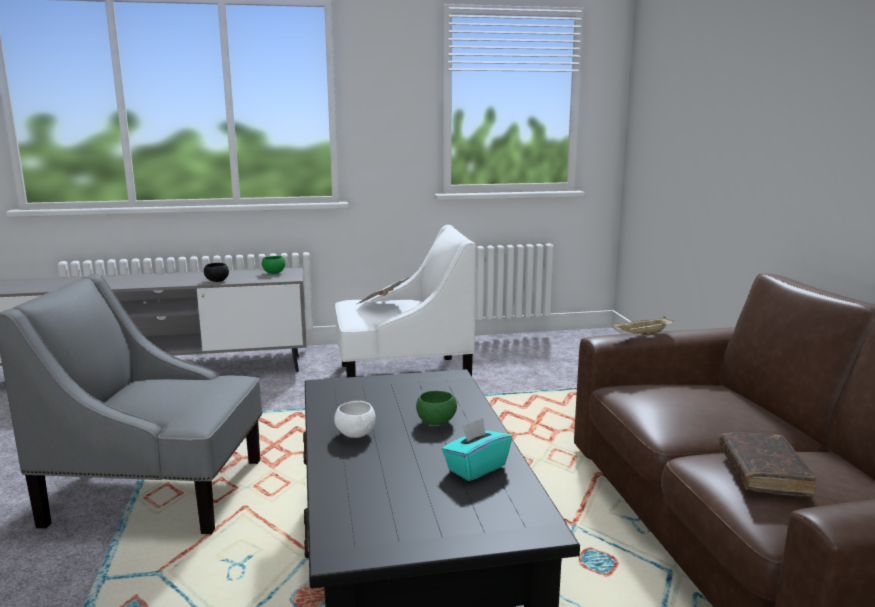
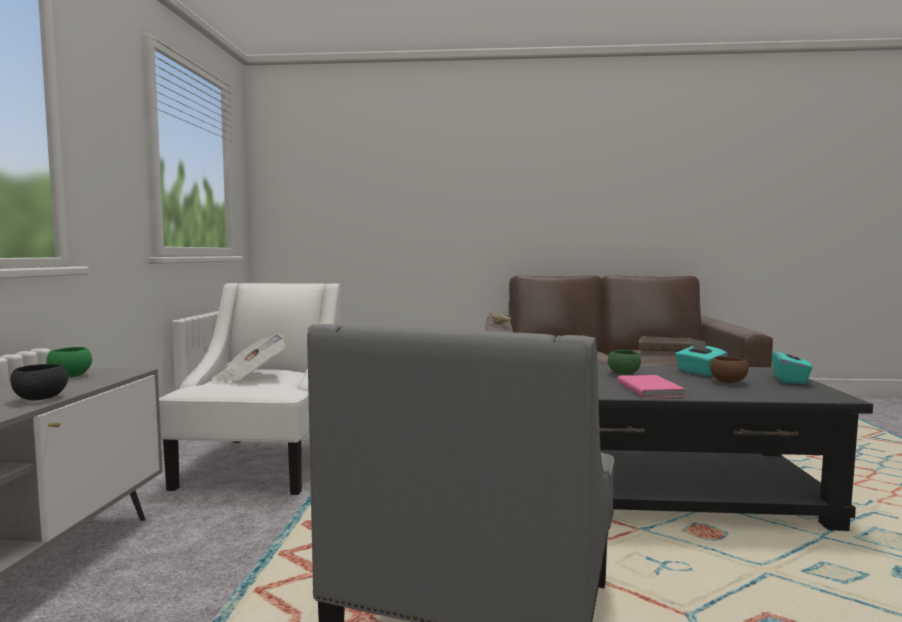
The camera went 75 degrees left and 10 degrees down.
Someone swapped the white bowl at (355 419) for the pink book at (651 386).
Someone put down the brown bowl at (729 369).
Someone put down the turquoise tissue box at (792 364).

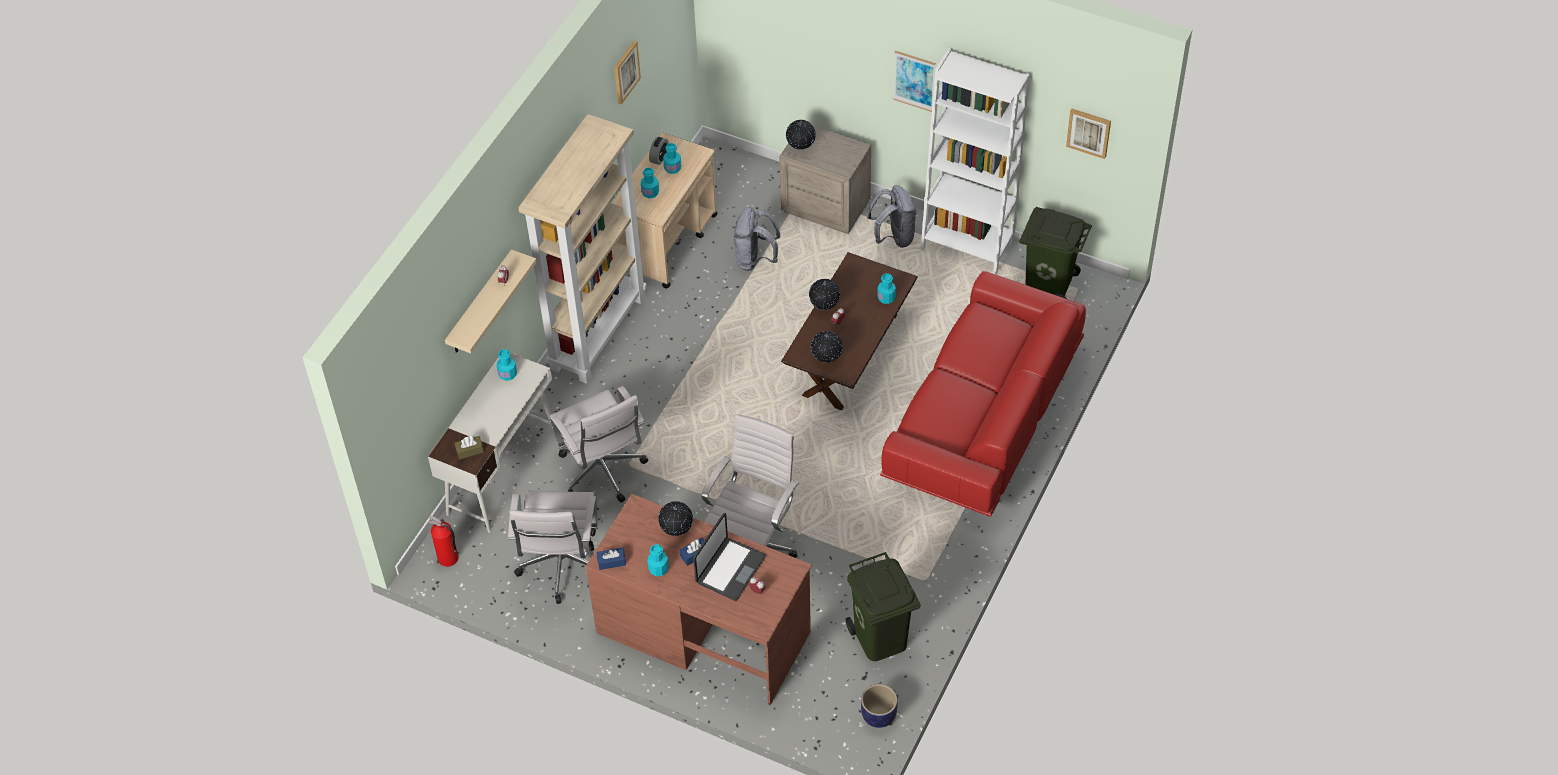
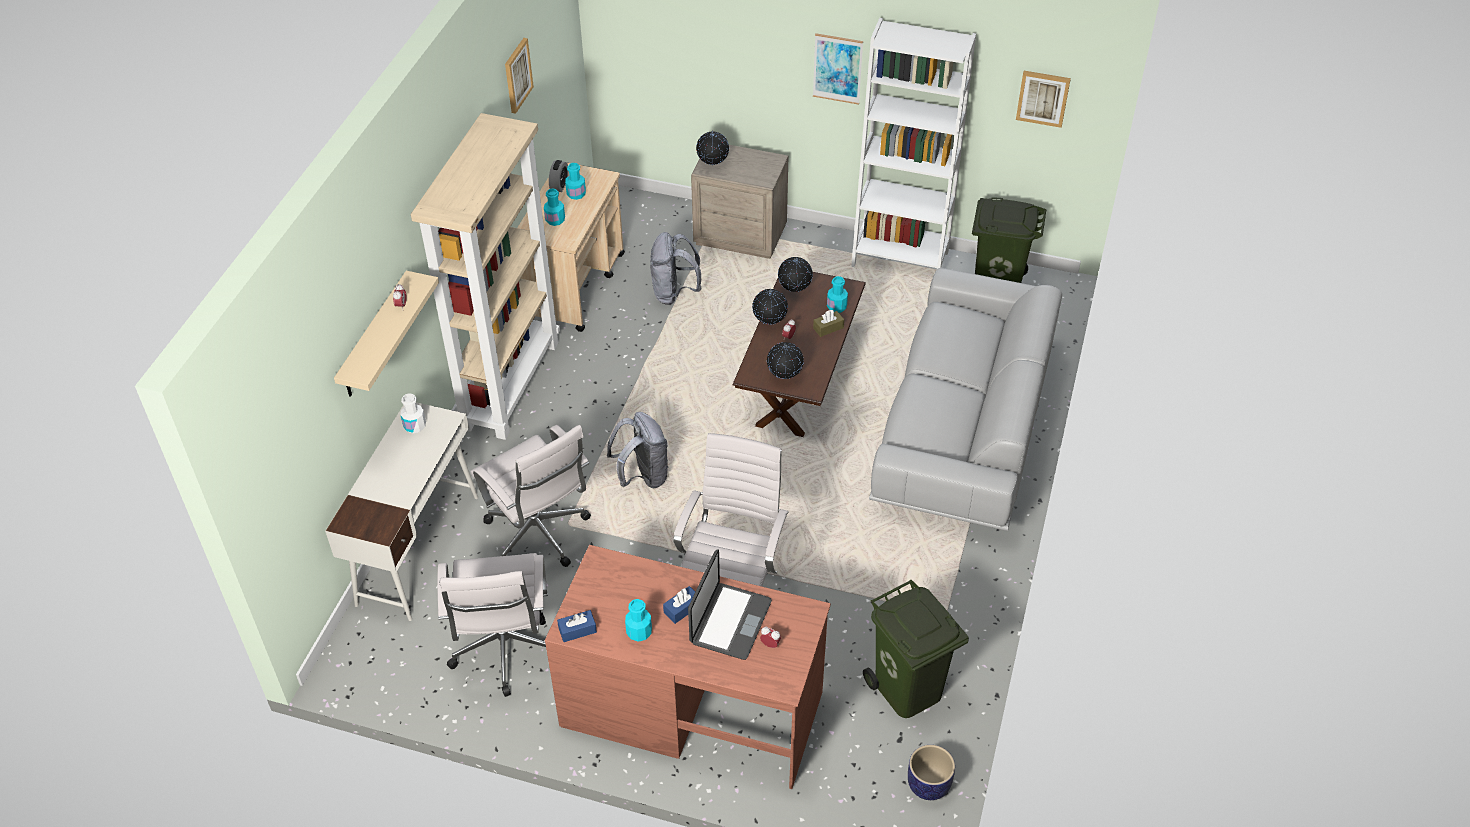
The camera went 10 degrees left and 5 degrees down.
Someone took away the fire extinguisher at (443 541).
Someone carried the brown tissue box from (469 447) to (828 323).
Someone repainted the turquoise bottle at (506 365), which became the white bottle at (413 413).
Someone carried the globe from (675 518) to (795 274).
Someone carried the grey backpack from (891 216) to (638 450).
Someone repainted the red sofa at (983 394), which became the grey sofa at (965 399).

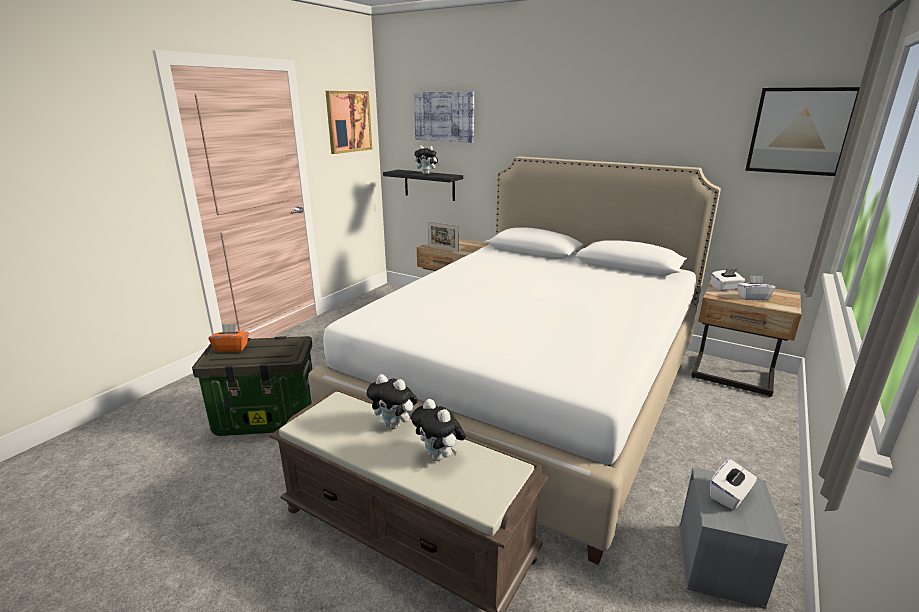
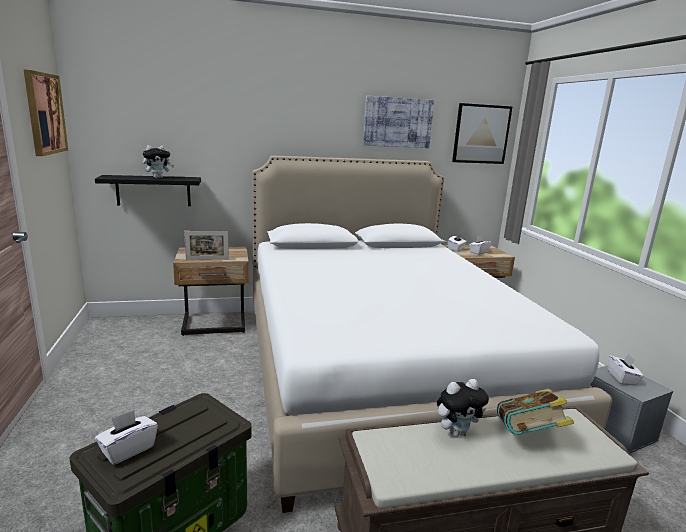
The camera went 45 degrees left and 5 degrees down.
Someone repainted the orange tissue box at (229 338), which became the white tissue box at (126 437).
Someone swapped the plush toy at (438 430) for the book at (535 412).
Someone carried the picture from (444 117) to (398 122).

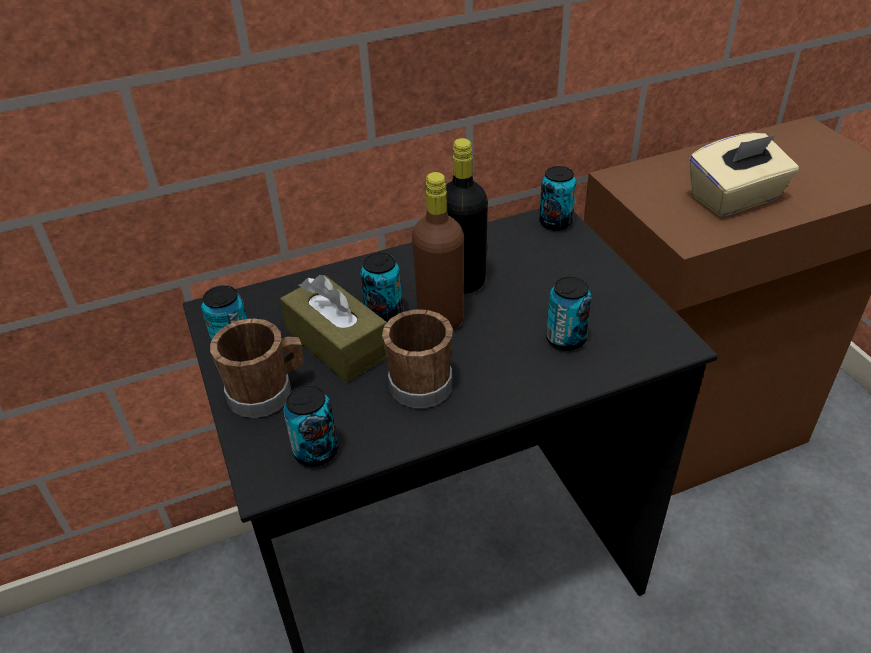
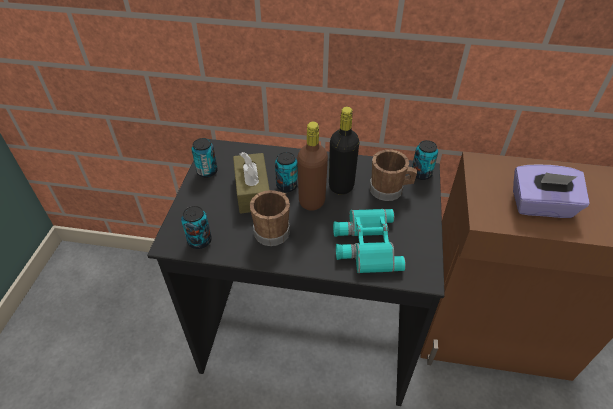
The camera went 30 degrees right and 5 degrees up.
Someone carried the brown mug from (257 368) to (393 175).
Someone swapped the can at (569 314) for the turquoise binoculars at (369 241).
Someone repainted the beige tissue box at (744 175), which became the purple tissue box at (551 191).

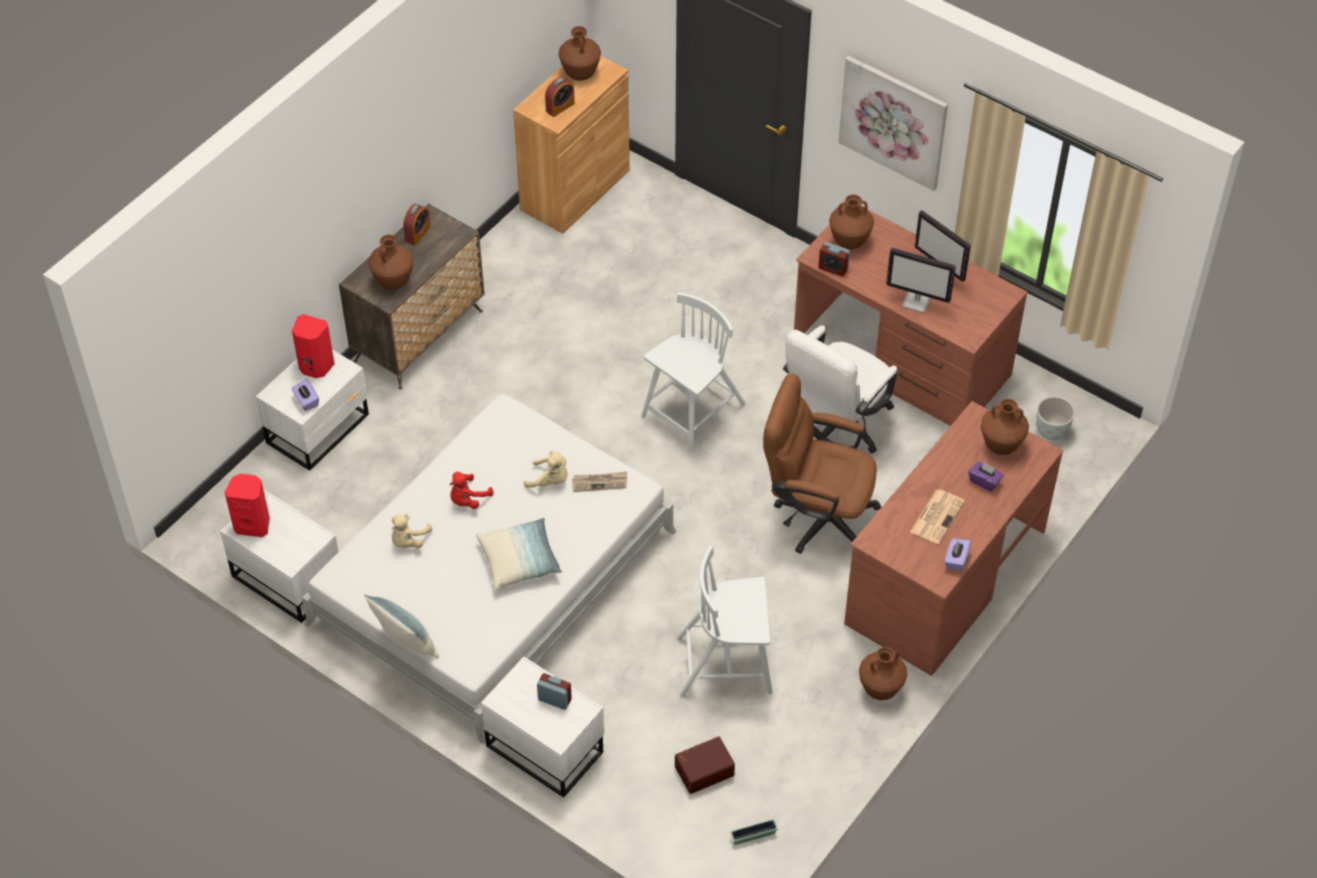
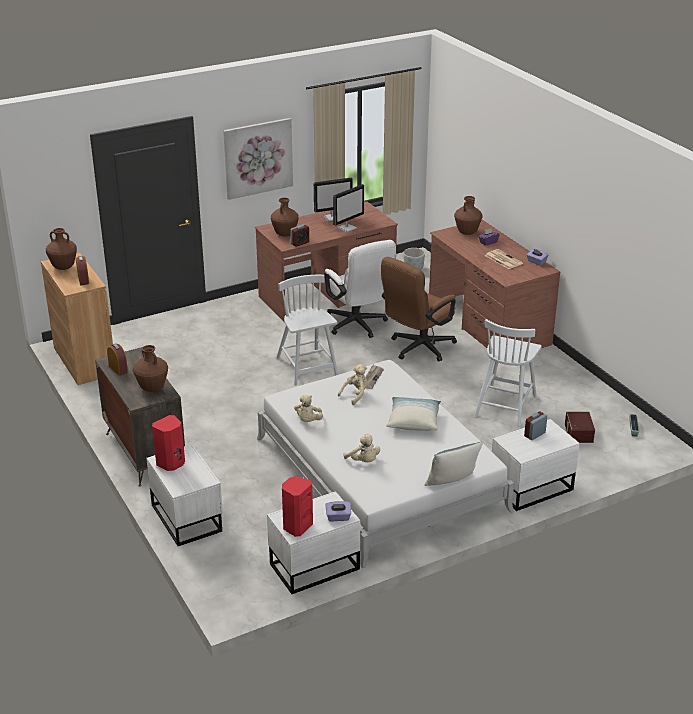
The camera went 65 degrees left and 20 degrees down.
Someone carried the purple tissue box from (305 395) to (338 511).
Someone took away the red plush toy at (471 490).
Someone took away the brown vase at (883 673).
Someone put down the beige plush toy at (308 408).

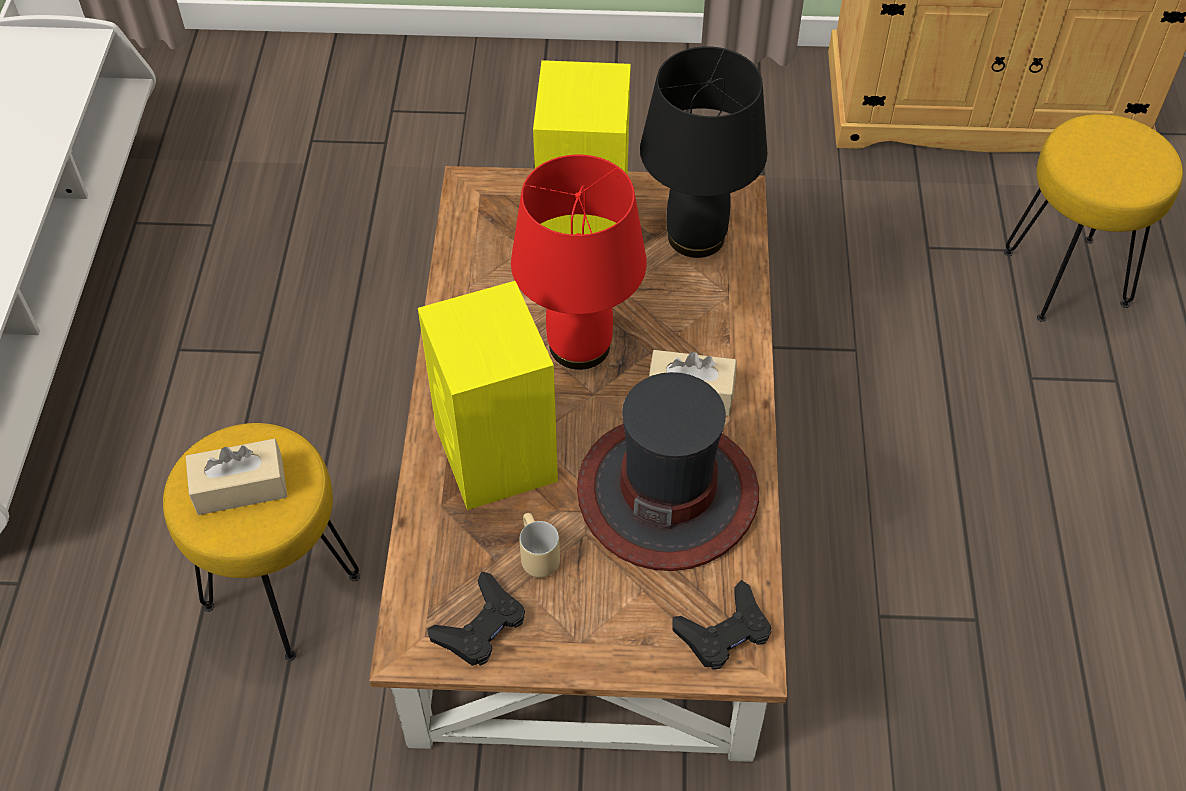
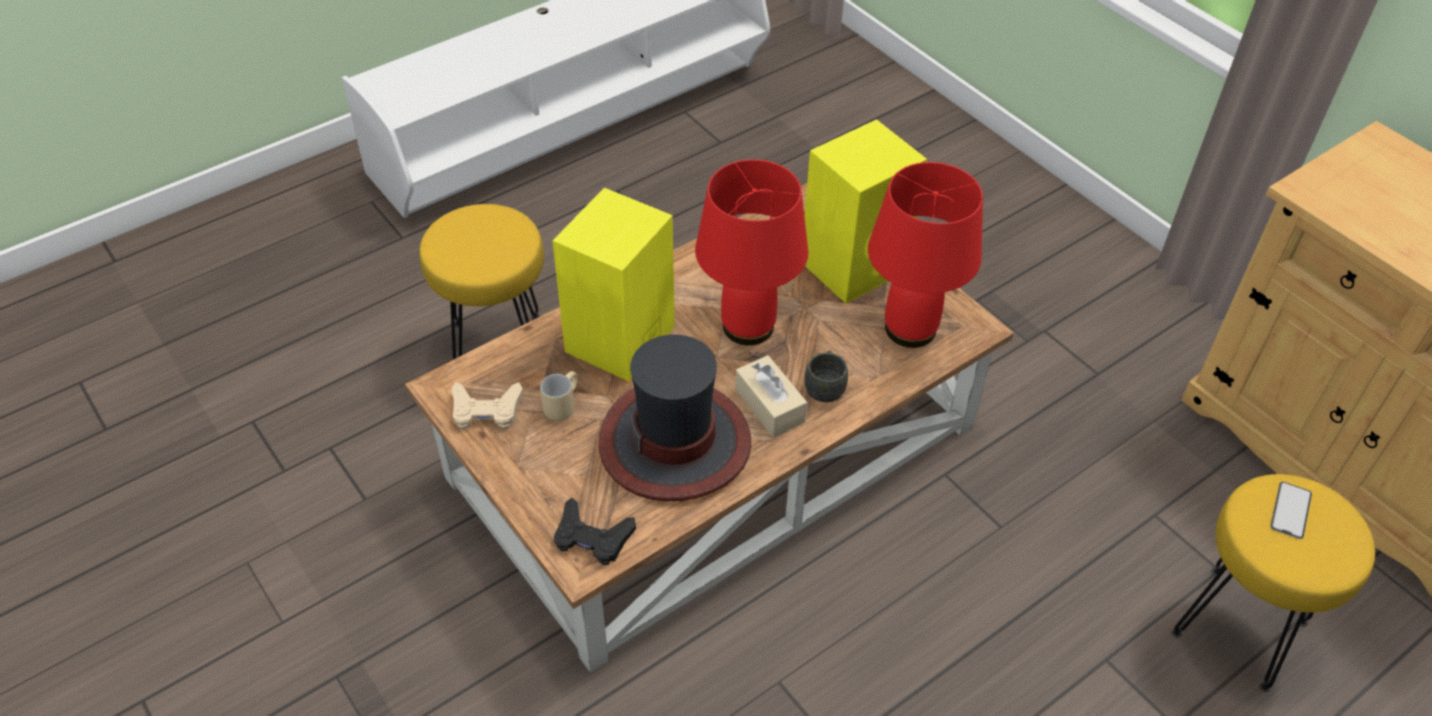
The camera went 50 degrees right and 5 degrees down.
Someone took away the beige tissue box at (236 477).
Someone repainted the black game controller at (476 619), which became the beige game controller at (487 405).
Someone repainted the black table lamp at (704 152), which became the red table lamp at (925 255).
Someone put down the grey mug at (826 376).
Someone put down the phone at (1291 510).

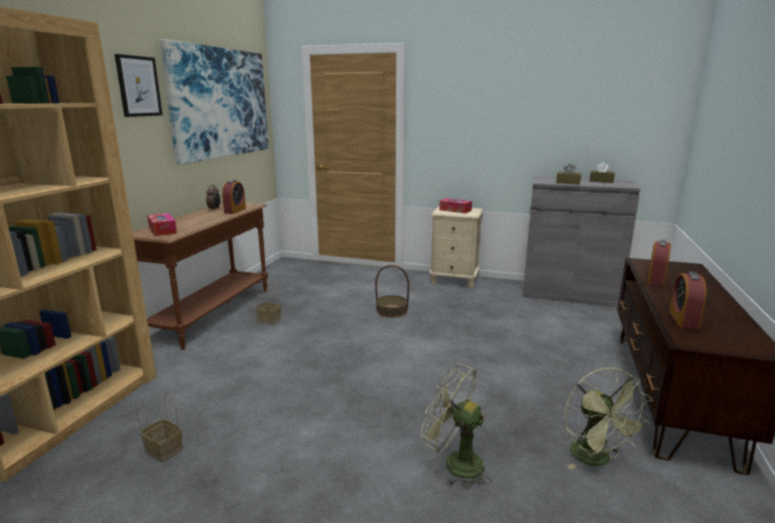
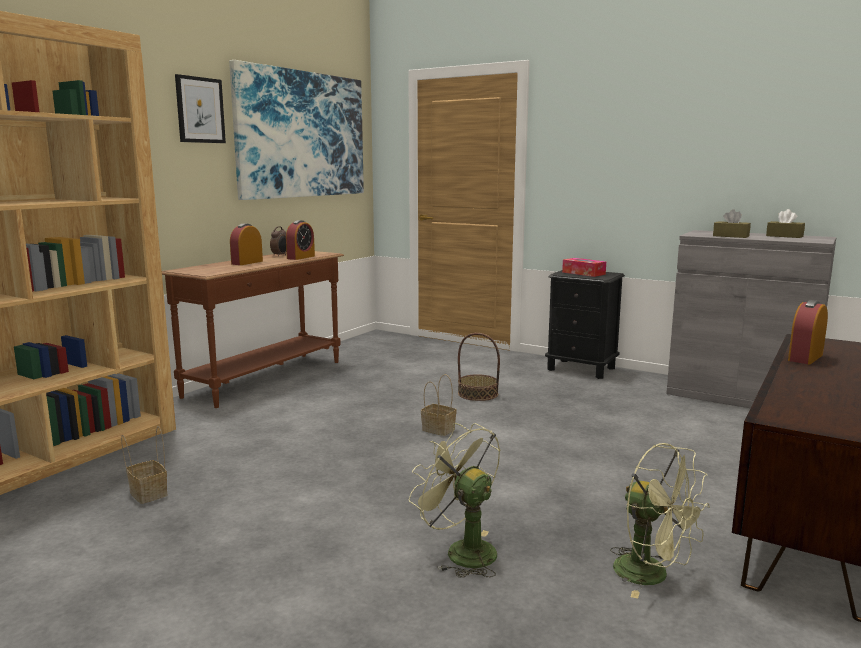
The camera went 15 degrees right and 5 degrees down.
Someone took away the tissue box at (162 224).
Someone carried the basket from (268 303) to (439 405).
Someone repainted the beige nightstand at (456 247), which became the black nightstand at (585 324).
Someone rotated the green fan at (608 418) by 45 degrees counterclockwise.
Someone carried the alarm clock from (687 300) to (246 244).

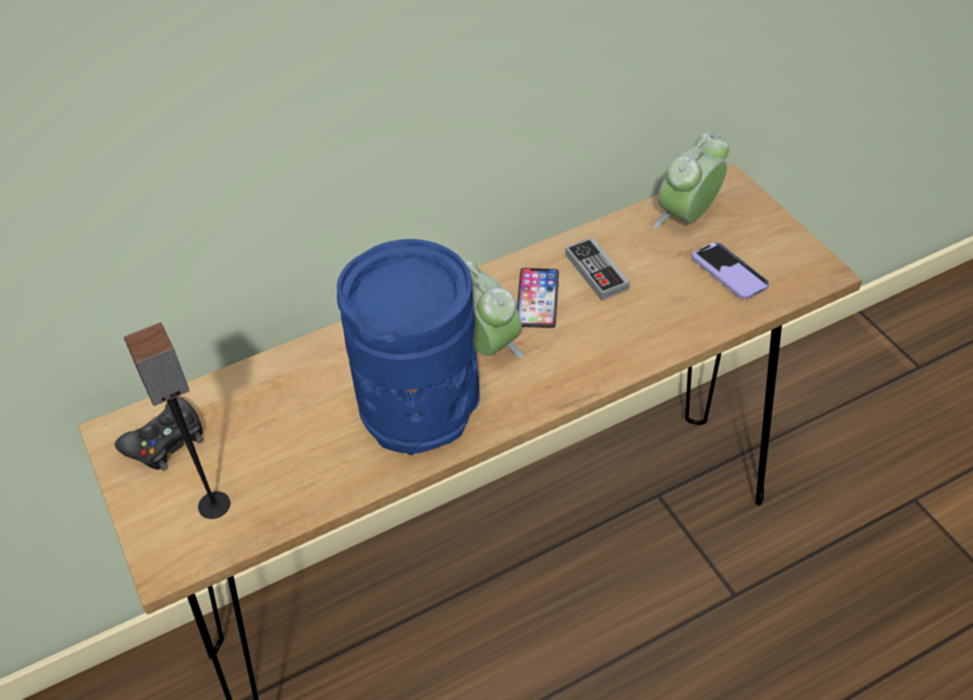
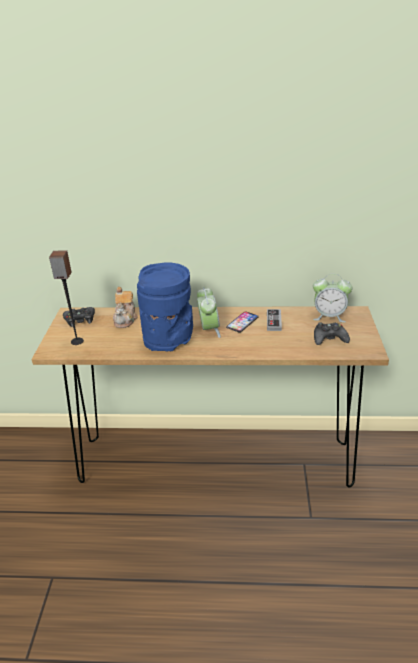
The camera went 30 degrees right and 15 degrees down.
Someone rotated the alarm clock at (691 180) by 150 degrees counterclockwise.
Someone swapped the phone at (731 270) for the black game controller at (332 333).
Someone put down the teapot at (125 307).

